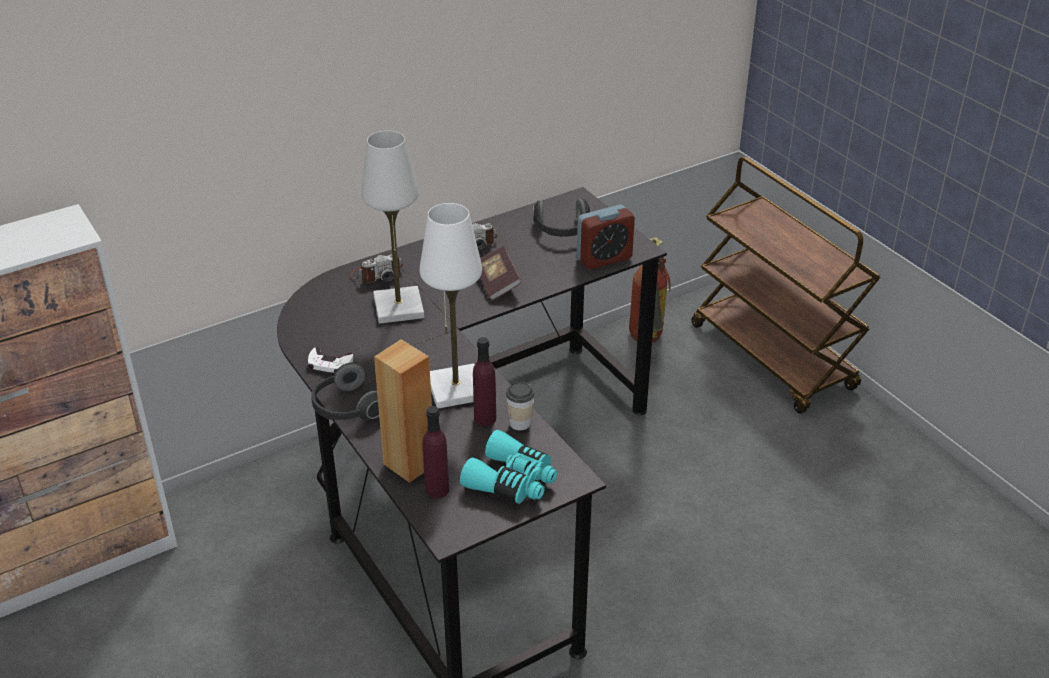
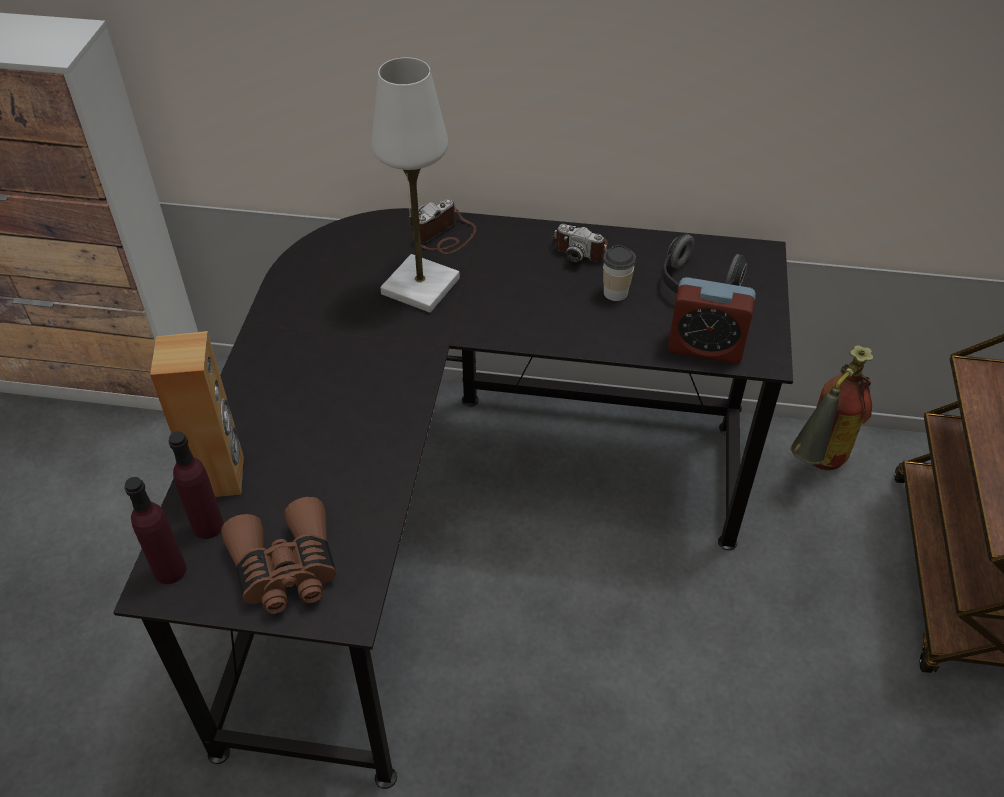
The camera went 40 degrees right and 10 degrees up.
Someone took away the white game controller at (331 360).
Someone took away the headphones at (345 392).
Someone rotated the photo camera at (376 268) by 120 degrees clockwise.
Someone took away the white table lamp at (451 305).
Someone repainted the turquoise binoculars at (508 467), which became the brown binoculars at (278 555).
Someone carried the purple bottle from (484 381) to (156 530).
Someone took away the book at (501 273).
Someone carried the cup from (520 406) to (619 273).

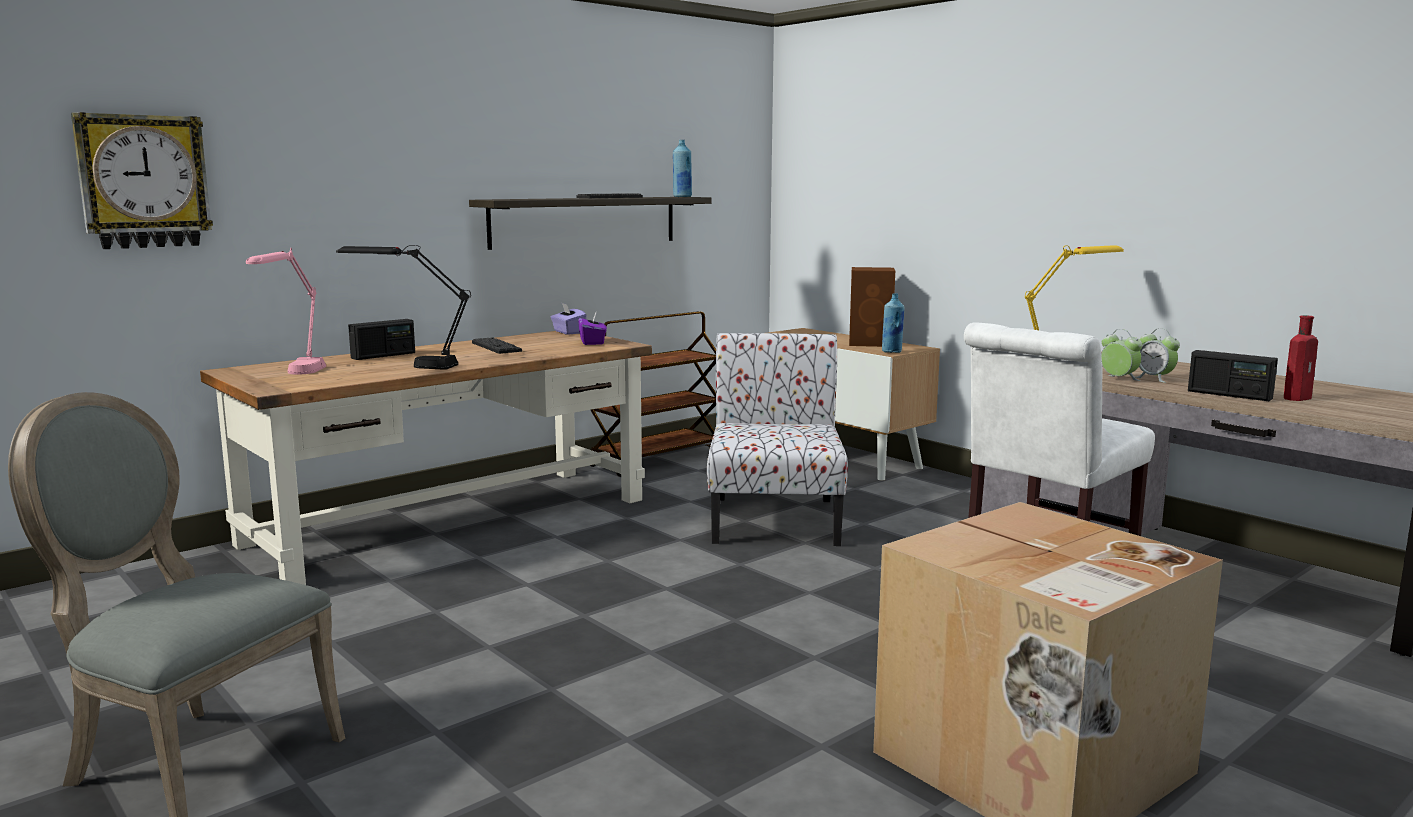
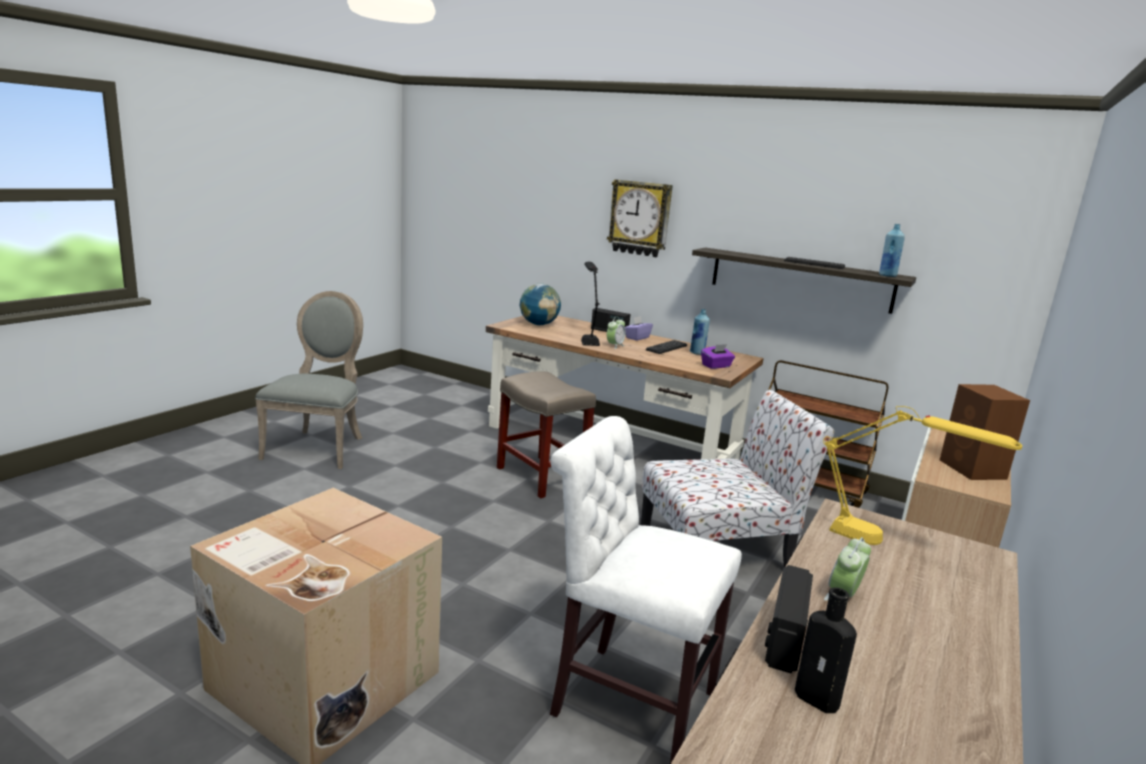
The camera went 70 degrees right and 5 degrees up.
Someone carried the wall clock from (142 180) to (640 218).
Someone swapped the pink table lamp at (286 311) for the globe at (540 304).
Someone carried the purple tissue box from (569 319) to (639 328).
Someone carried the blue bottle from (893 323) to (700 332).
Someone carried the alarm clock from (1121 355) to (616 333).
Someone repainted the red bottle at (1301 358), which became the black bottle at (826 650).
Someone put down the beige stool at (546 434).

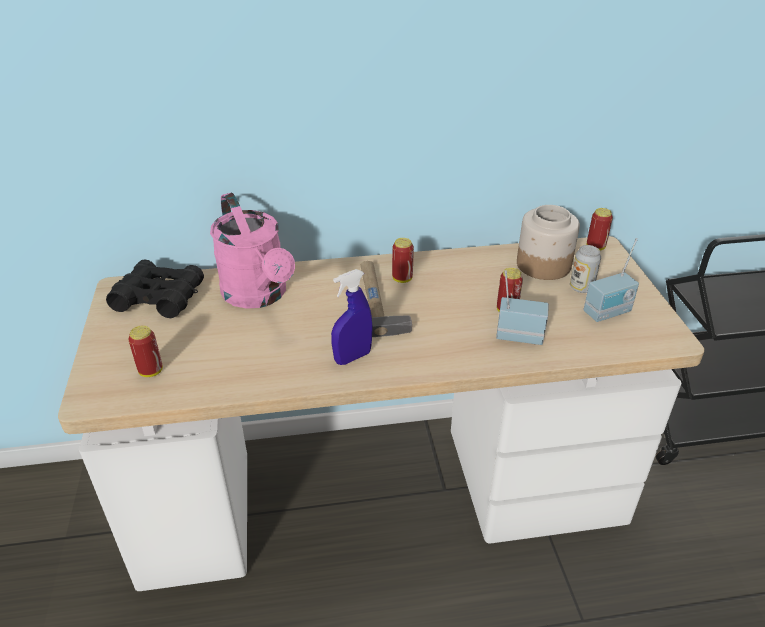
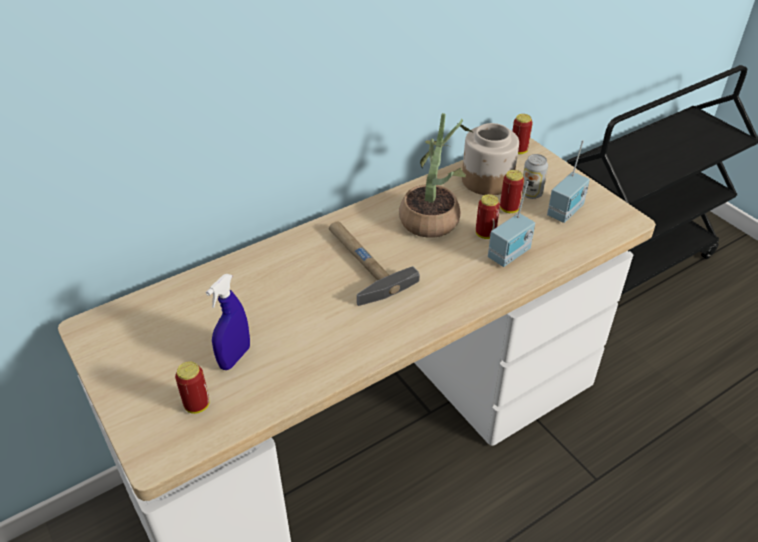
The camera went 25 degrees left and 5 degrees up.
Someone took away the black binoculars at (155 289).
Someone took away the pink watering can at (252 251).
Someone carried the blue spray bottle from (352 317) to (228 322).
Someone carried the can from (403 260) to (512 191).
Someone rotated the radio at (522 307) by 150 degrees clockwise.
Someone put down the potted plant at (436 175).

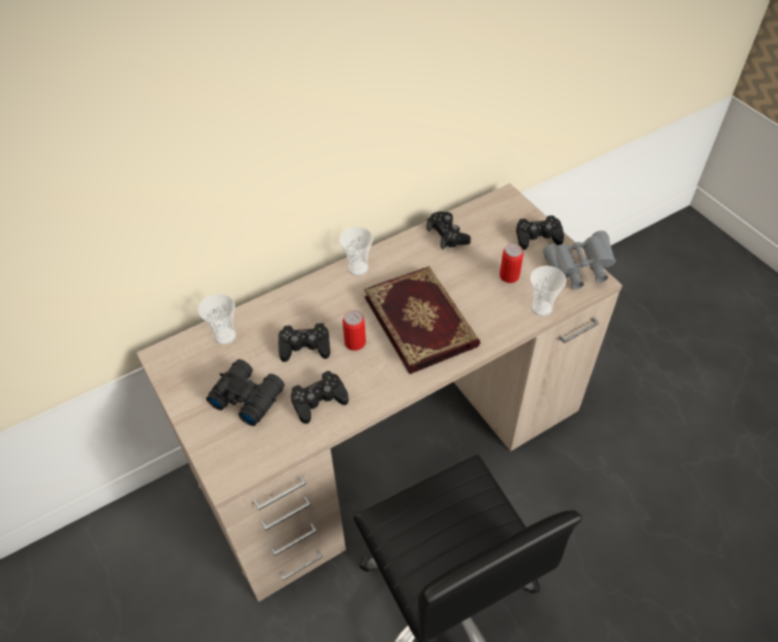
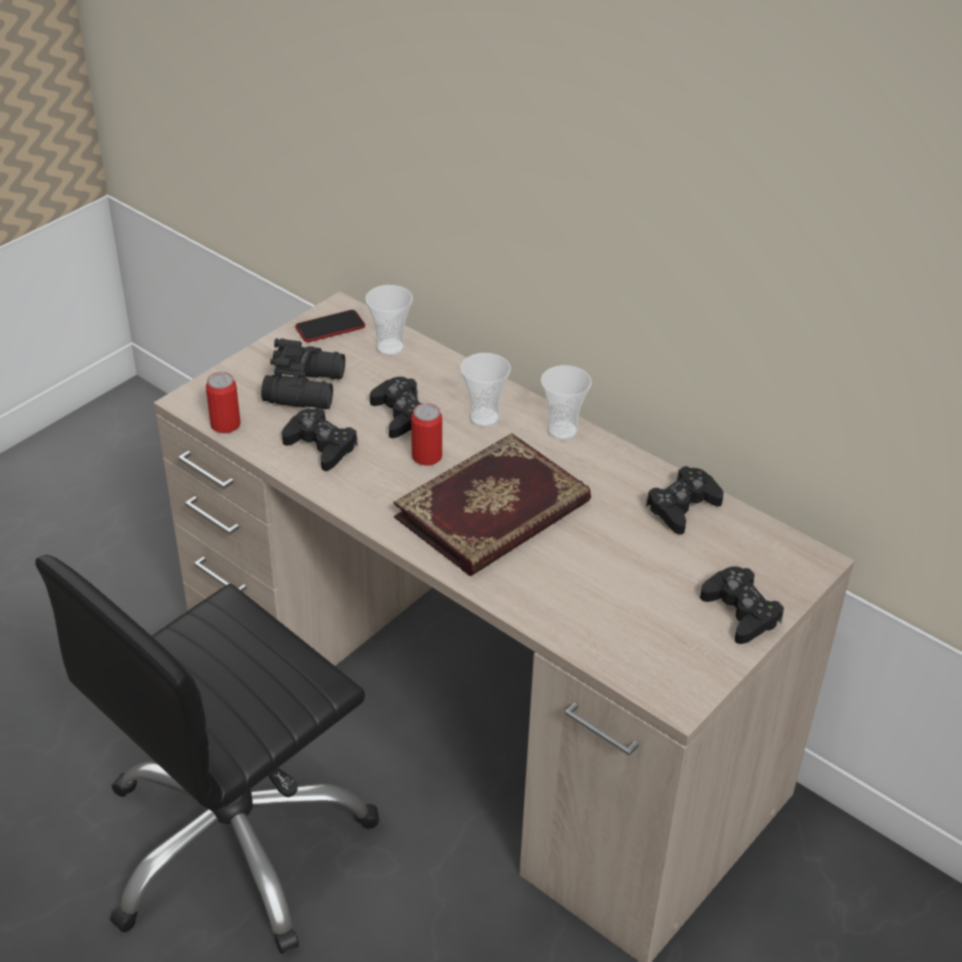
The camera went 70 degrees right and 10 degrees down.
Someone carried the can from (511 263) to (223 402).
Someone carried the cup from (548 291) to (486 390).
Someone took away the grey binoculars at (579 260).
Someone put down the phone at (330 326).

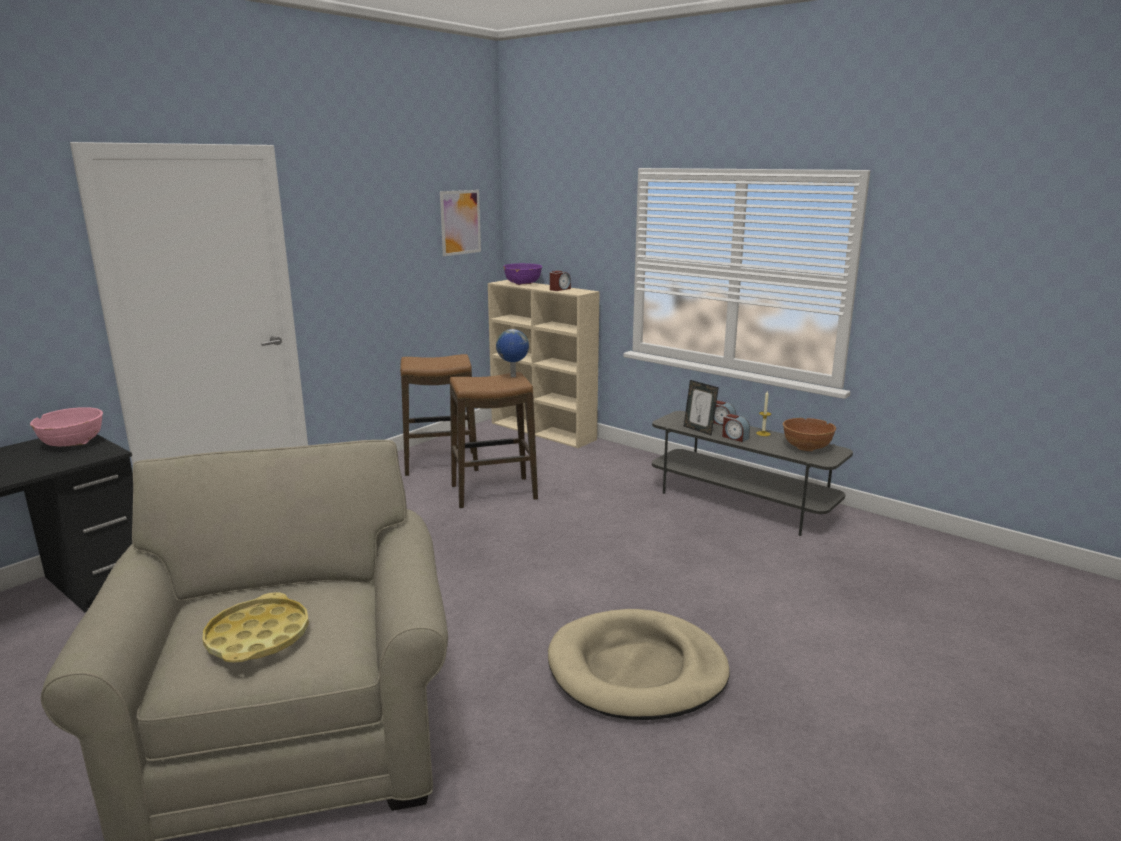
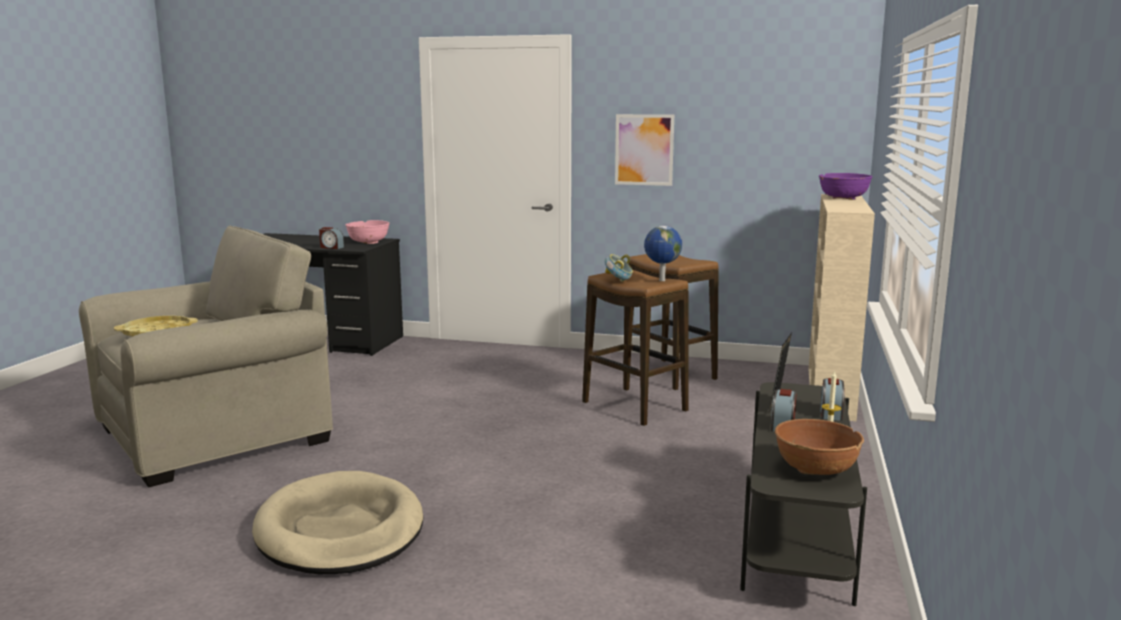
The camera went 65 degrees right and 5 degrees down.
Someone carried the picture from (460 223) to (644 150).
Someone carried the alarm clock from (560 281) to (331 238).
Someone put down the bowl at (619 268).

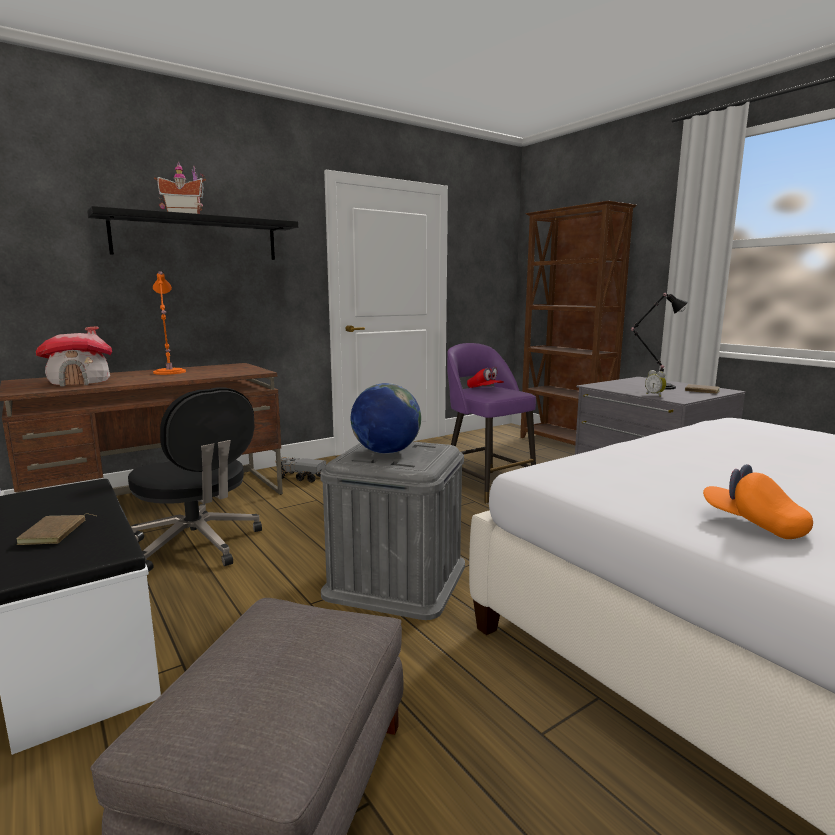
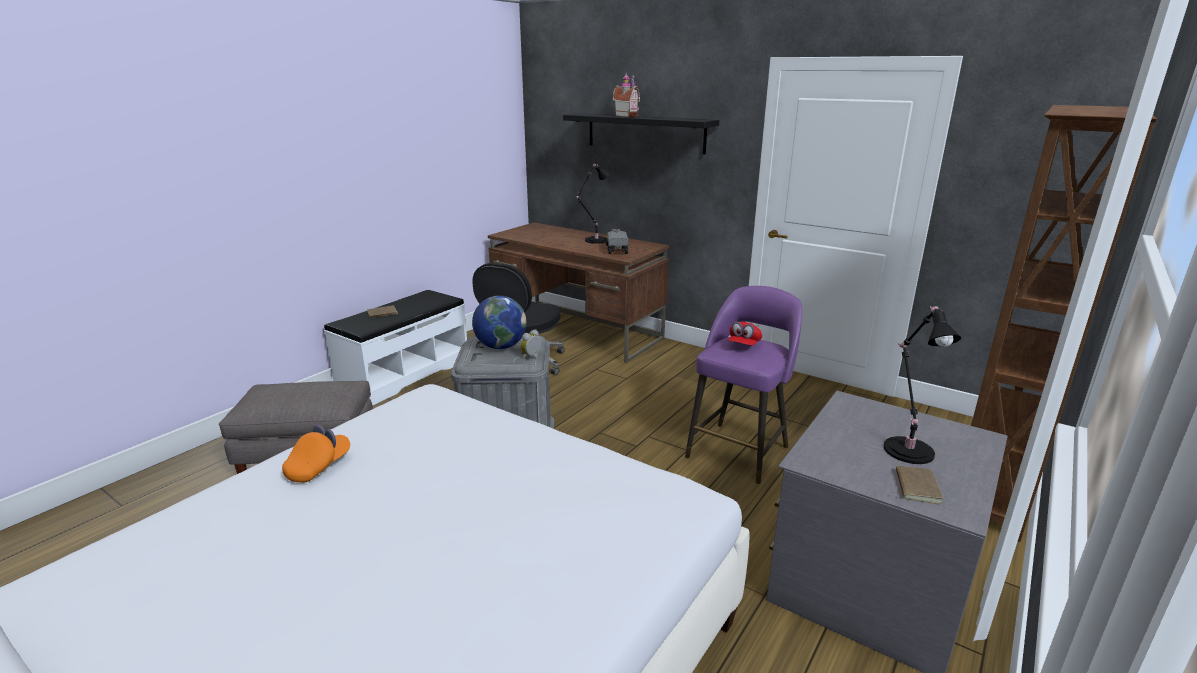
The camera went 70 degrees right and 10 degrees up.
Someone took away the toy house at (74 356).
Someone repainted the orange table lamp at (169 323), which became the black table lamp at (593 204).
Someone carried the toy truck from (300 469) to (617 241).
Someone carried the alarm clock from (656 383) to (530 344).

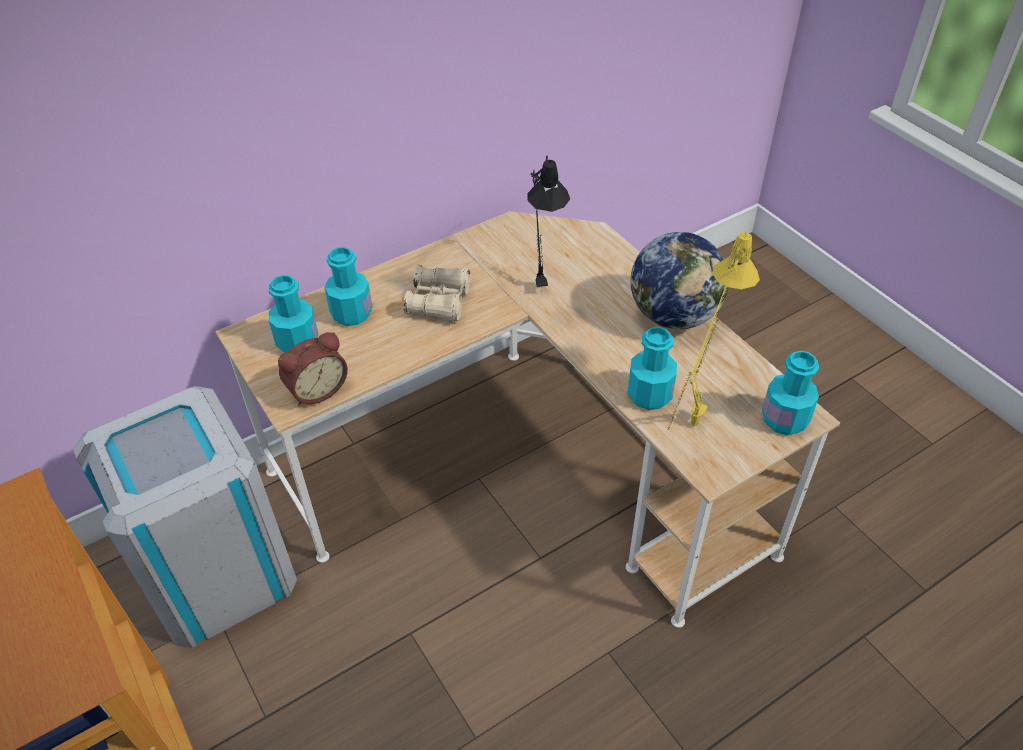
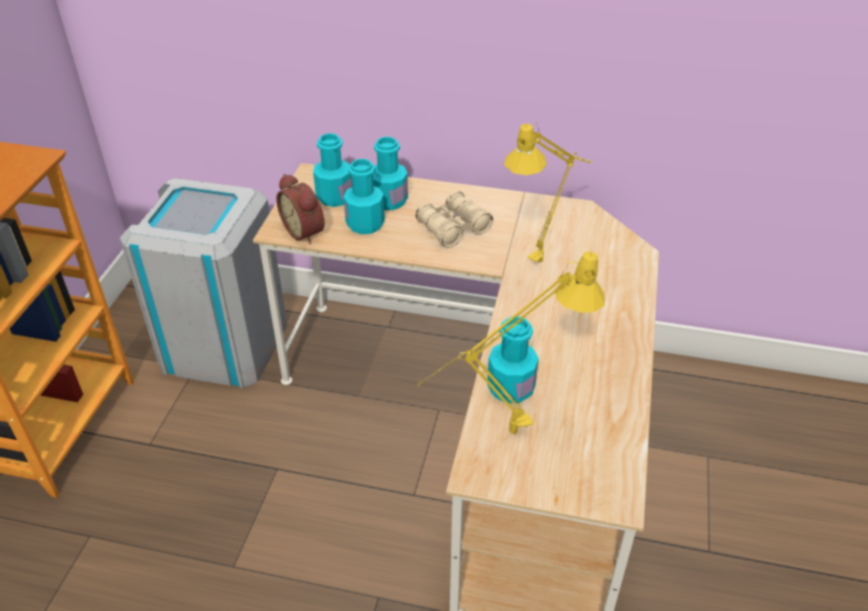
The camera went 45 degrees right and 5 degrees down.
Someone rotated the alarm clock at (313 368) by 45 degrees clockwise.
Someone repainted the black table lamp at (548 221), which became the yellow table lamp at (548 195).
Someone took away the globe at (679 280).
Someone carried the turquoise bottle from (790 393) to (364 196).

